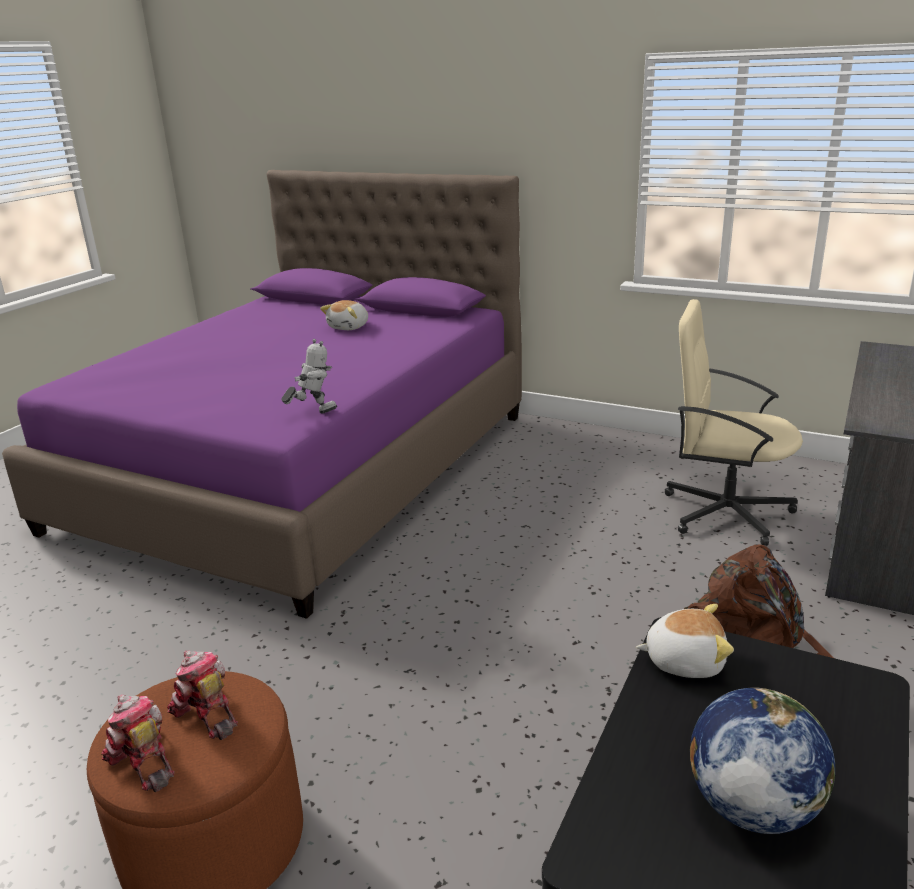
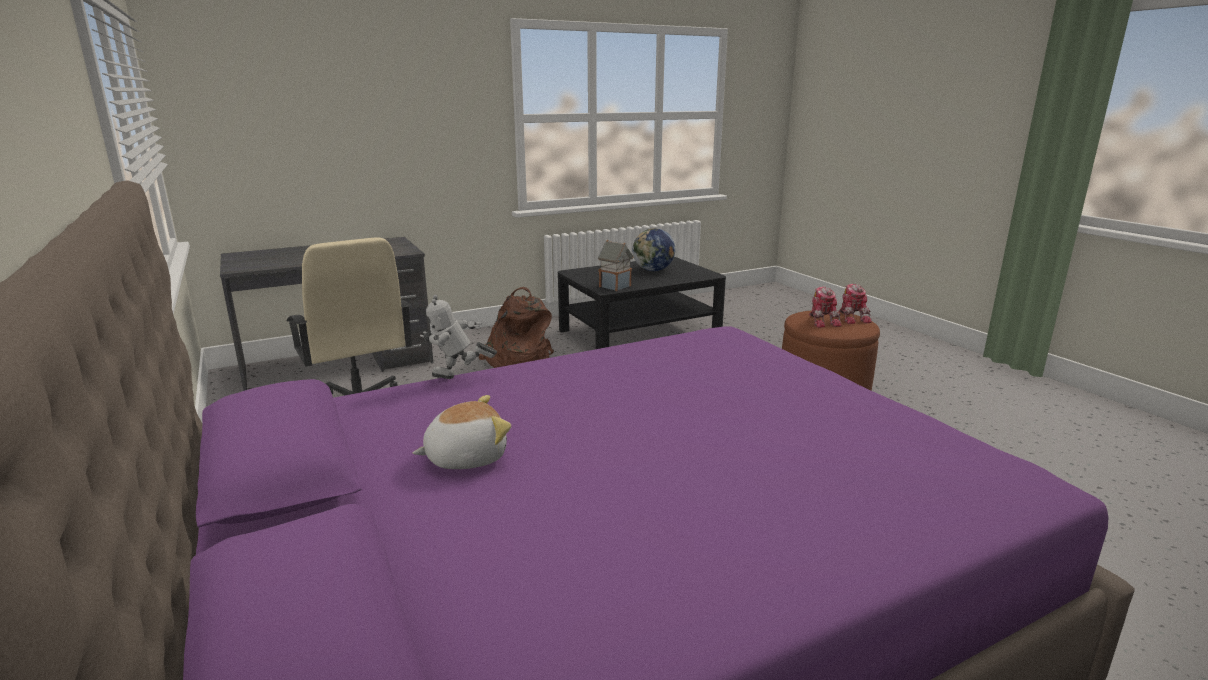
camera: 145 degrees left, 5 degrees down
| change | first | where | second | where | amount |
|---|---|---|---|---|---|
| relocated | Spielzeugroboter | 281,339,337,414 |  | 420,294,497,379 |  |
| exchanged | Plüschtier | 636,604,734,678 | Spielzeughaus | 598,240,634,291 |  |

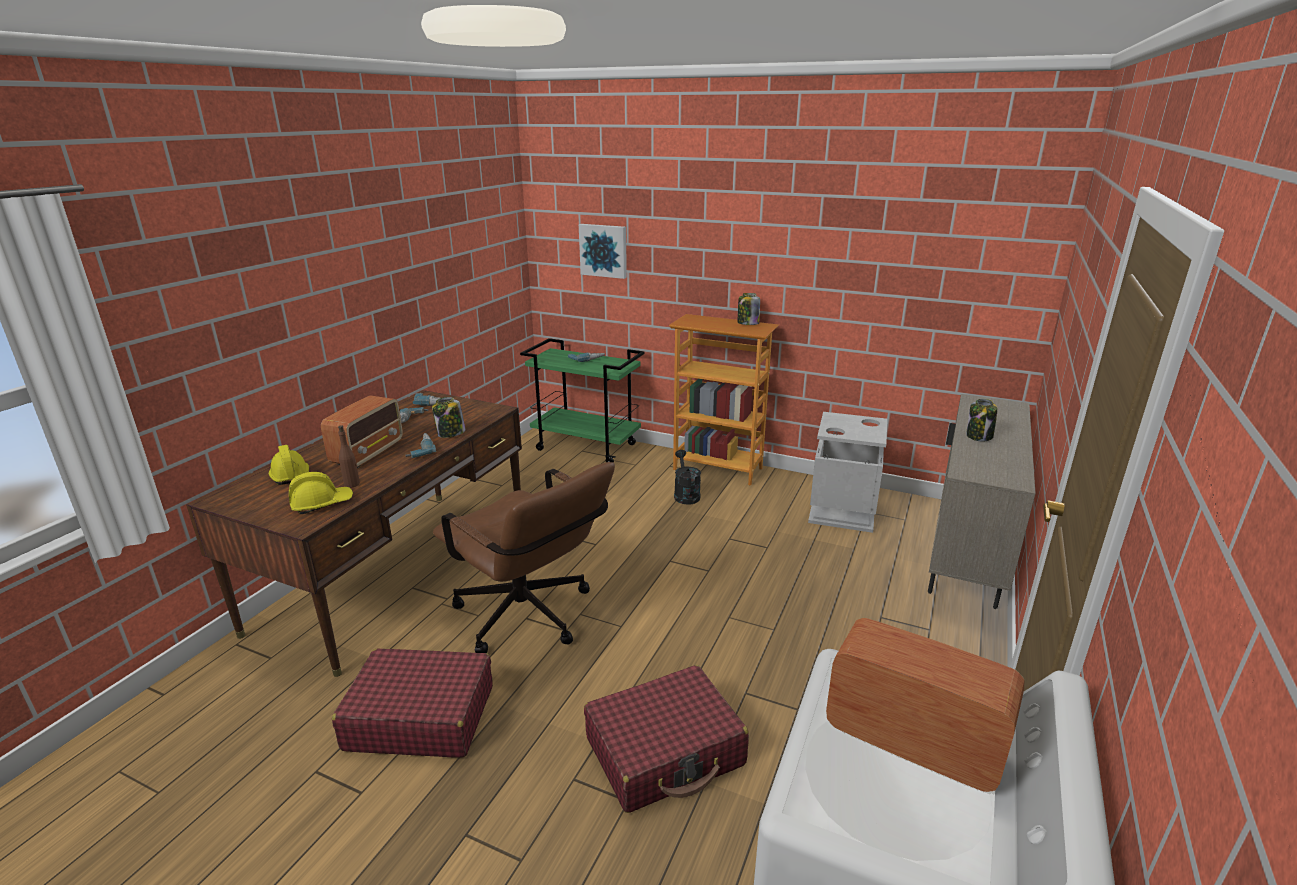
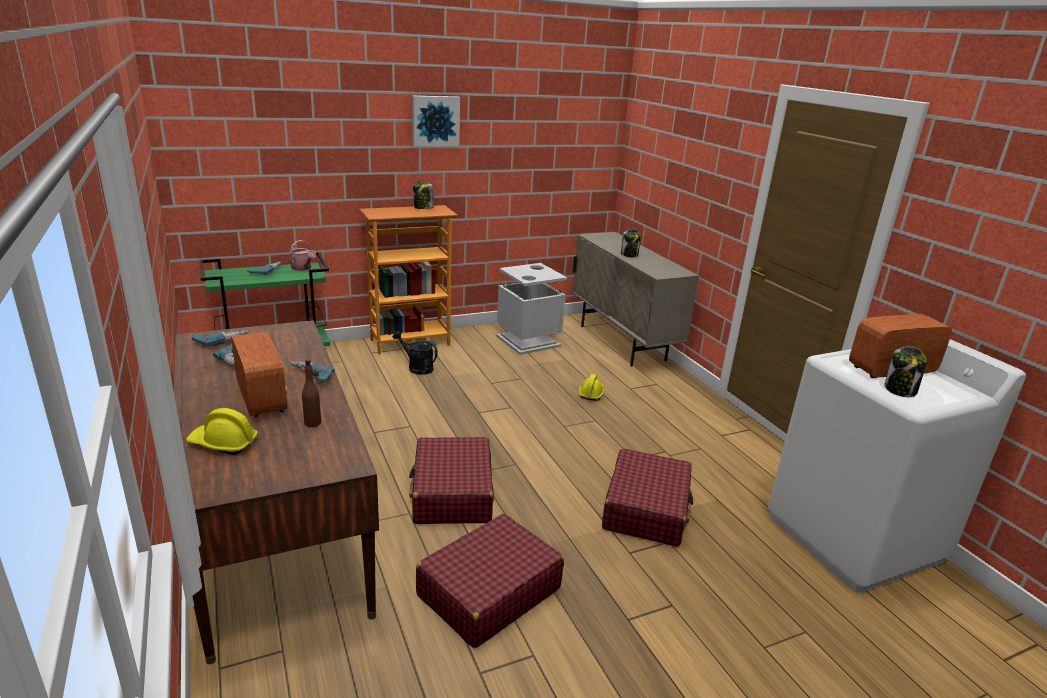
camera: 50 degrees left, 0 degrees up
| change | first | where | second | where | amount |
|---|---|---|---|---|---|
| appeared |  |  | Gießkanne | 290,240,316,271 |  |
| relocated | Schutzhelm [gelb] | 289,472,353,514 |  | 579,374,604,401 |  |
| relocated | Vorratsglas | 432,397,466,438 |  | 884,346,927,397 |  |
| relocated | Bild | 579,224,627,279 |  | 412,96,460,147 |  |
| exchanged | Bürostuhl [braun] | 433,462,615,653 | Koffer [rot] | 409,437,494,524 |  |

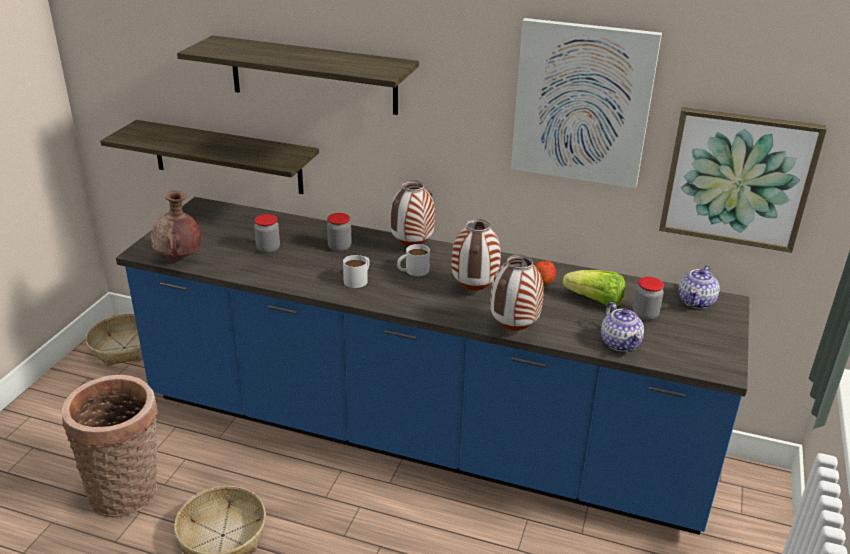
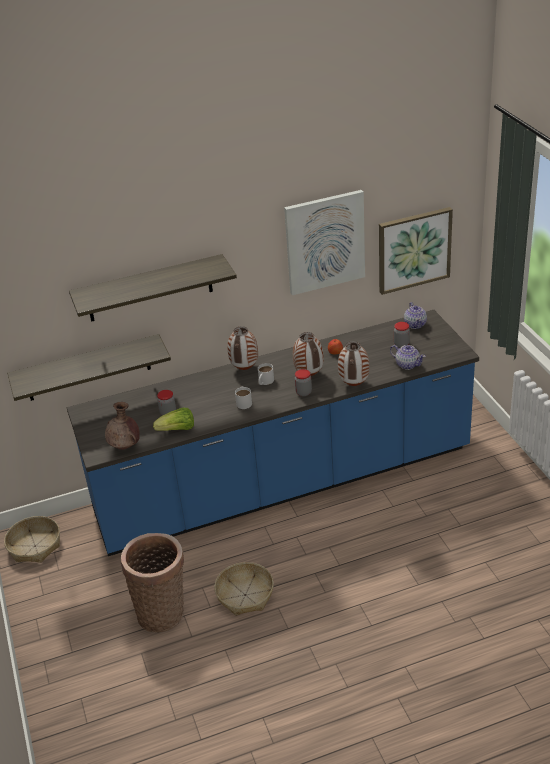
camera: 35 degrees left, 5 degrees up
| change | first | where | second | where | amount |
|---|---|---|---|---|---|
| relocated | Vorratsglas | 327,213,352,252 |  | 295,369,312,396 |  |
| relocated | Salatkopf | 562,270,625,307 |  | 153,408,194,431 |  |

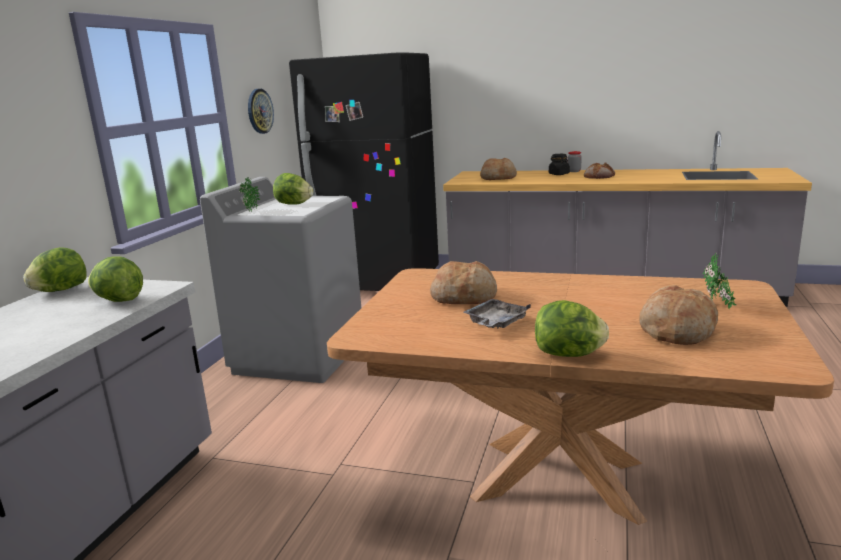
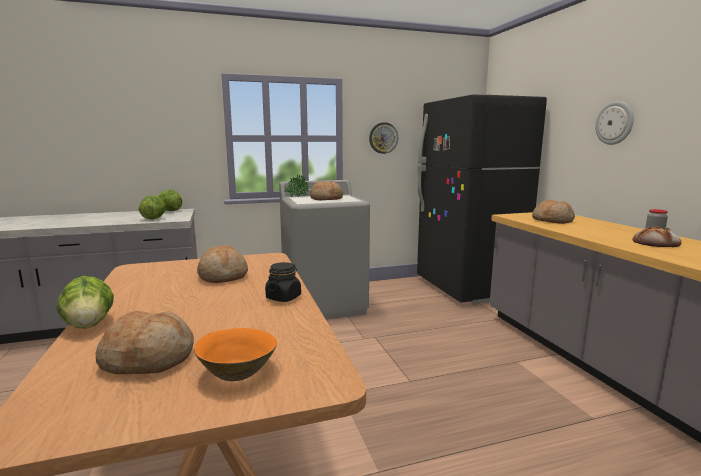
camera: 55 degrees right, 5 degrees down
| change | first | where | second | where | amount |
|---|---|---|---|---|---|
| missing | Tablett [grau] | 463,299,531,329 |  |  |  |
| appeared |  |  | Wanduhr | 595,101,634,145 |  |
| relocated | Vorratsglas [schwarz] | 549,154,570,175 |  | 265,262,301,302 |  |
| exchanged | Salatkopf | 273,173,313,205 | Brot | 310,181,343,200 |  |
| exchanged | Topfpflanze | 703,253,736,309 | Schüssel [orange] | 194,328,277,381 |  |

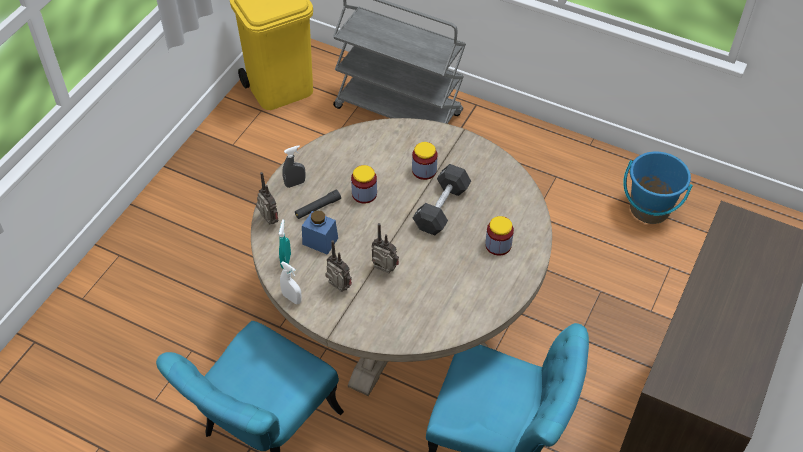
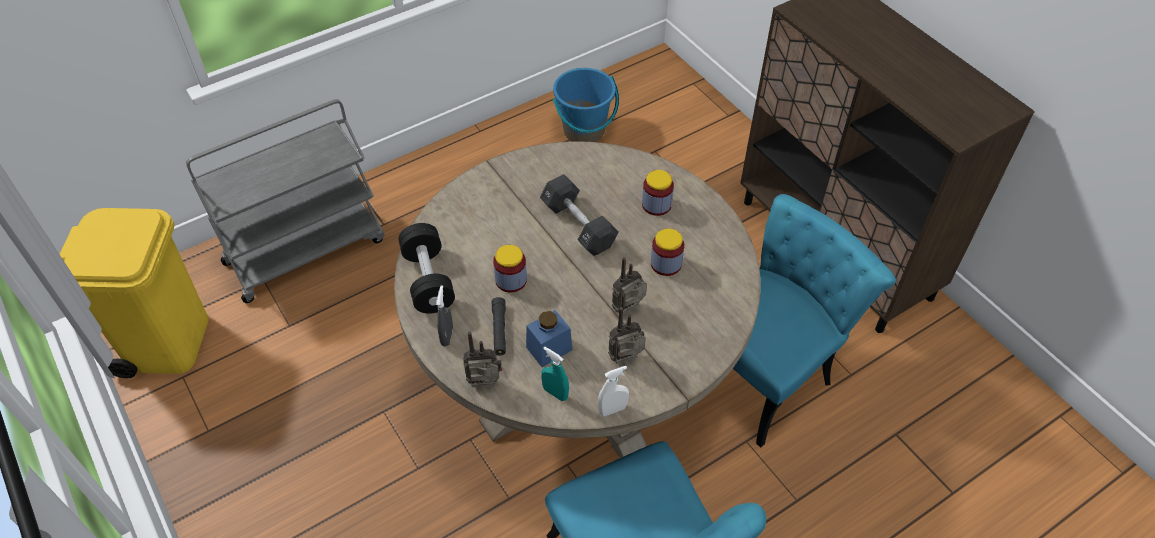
camera: 60 degrees left, 0 degrees up
| change | first | where | second | where | amount |
|---|---|---|---|---|---|
| appeared |  |  | Hantel [schwarz] | 399,223,455,313 |  |
| relocated | Vorratsglas | 412,142,438,180 |  | 651,228,684,276 |  |

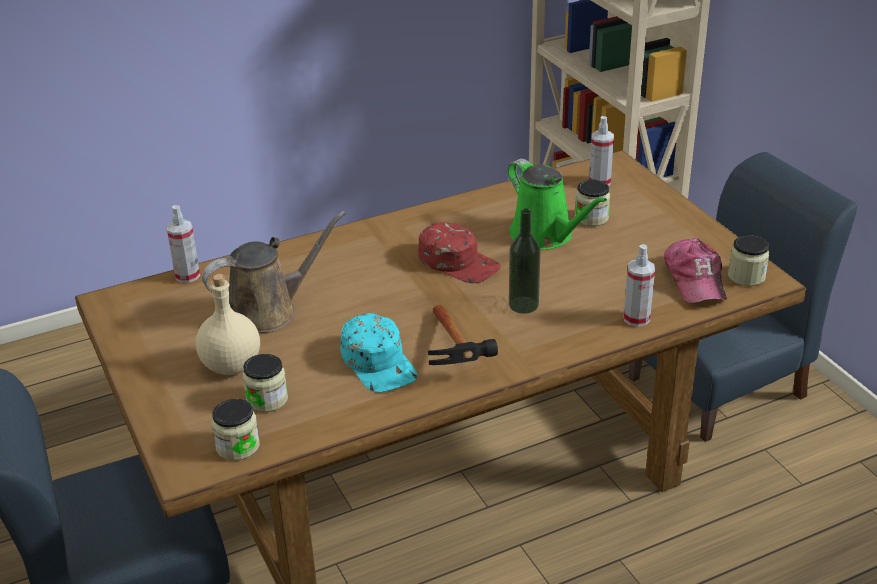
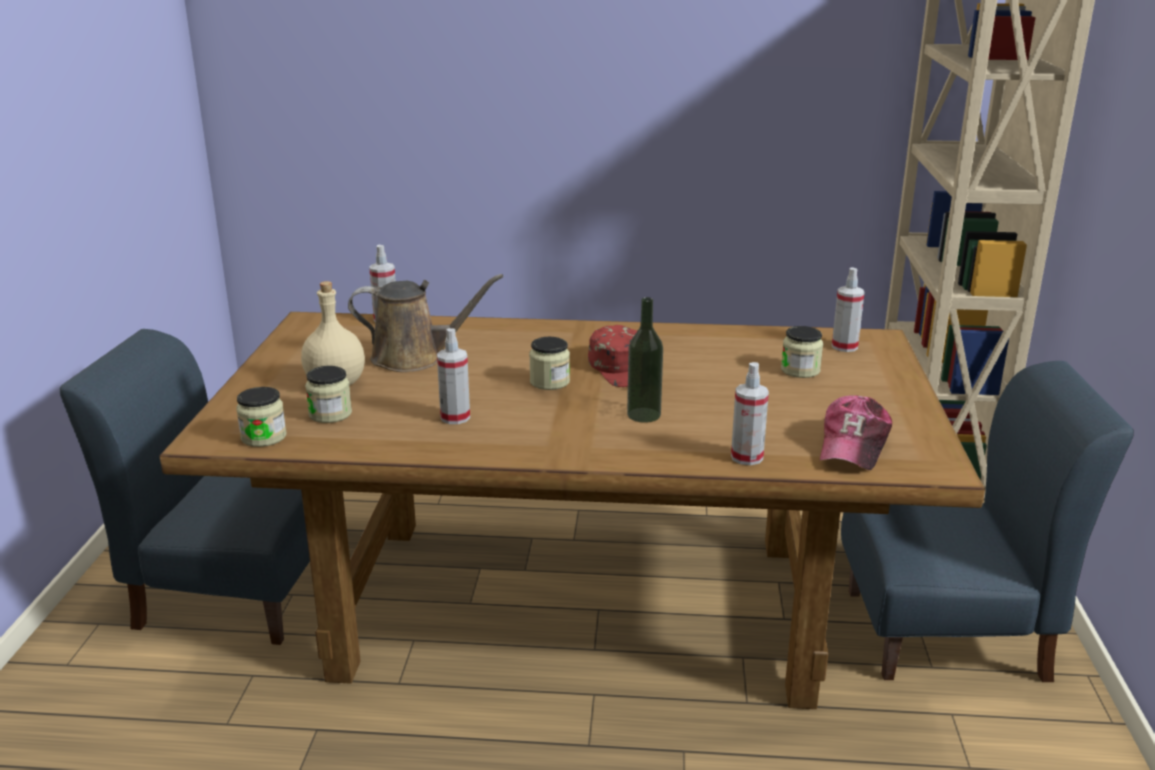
camera: 30 degrees right, 10 degrees down
| change | first | where | second | where | amount |
|---|---|---|---|---|---|
| missing | Hammer | 428,305,498,365 |  |  |  |
| missing | Gießkanne [grün] | 508,159,607,250 |  |  |  |
| relocated | Vorratsglas | 728,235,769,286 |  | 529,337,570,390 |  |
| exchanged | Kappe [türkis] | 340,313,417,393 | Sprühflasche | 437,328,470,424 |  |

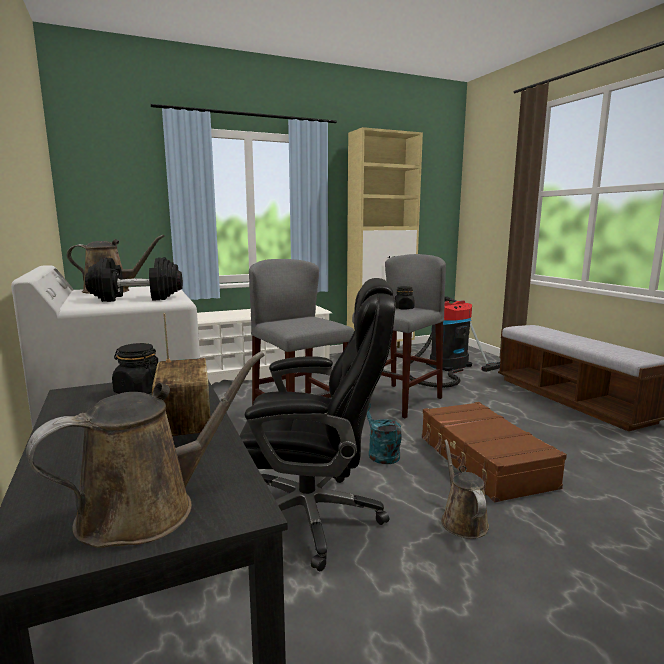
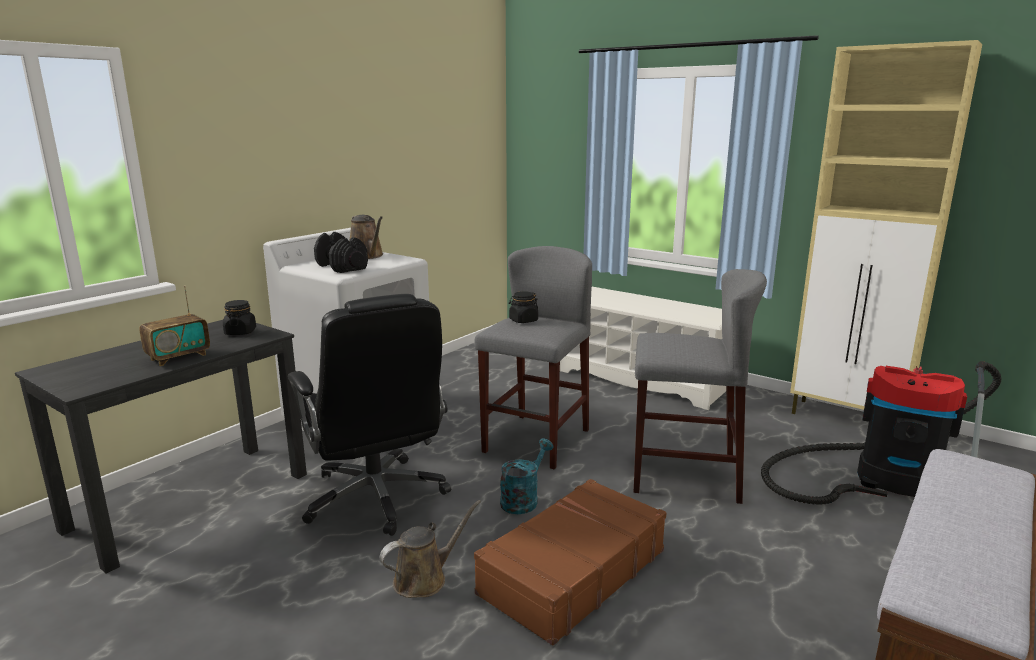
camera: 60 degrees right, 5 degrees up
| change | first | where | second | where | amount |
|---|---|---|---|---|---|
| missing | Gießkanne [braun] | 26,352,264,548 |  |  |  |
| relocated | Vorratsglas [schwarz] | 395,286,415,310 |  | 509,291,538,323 |  |

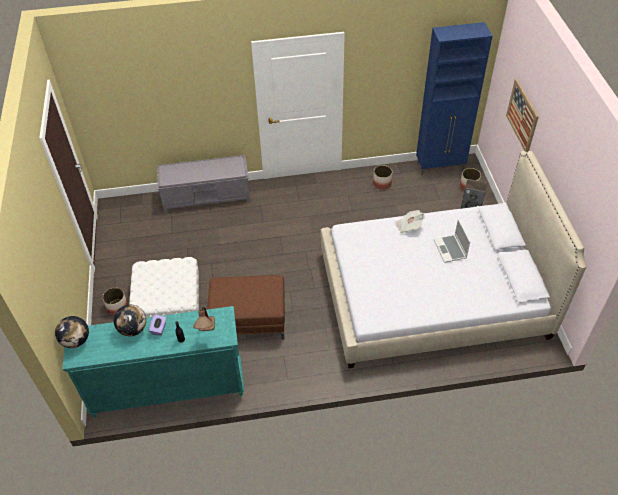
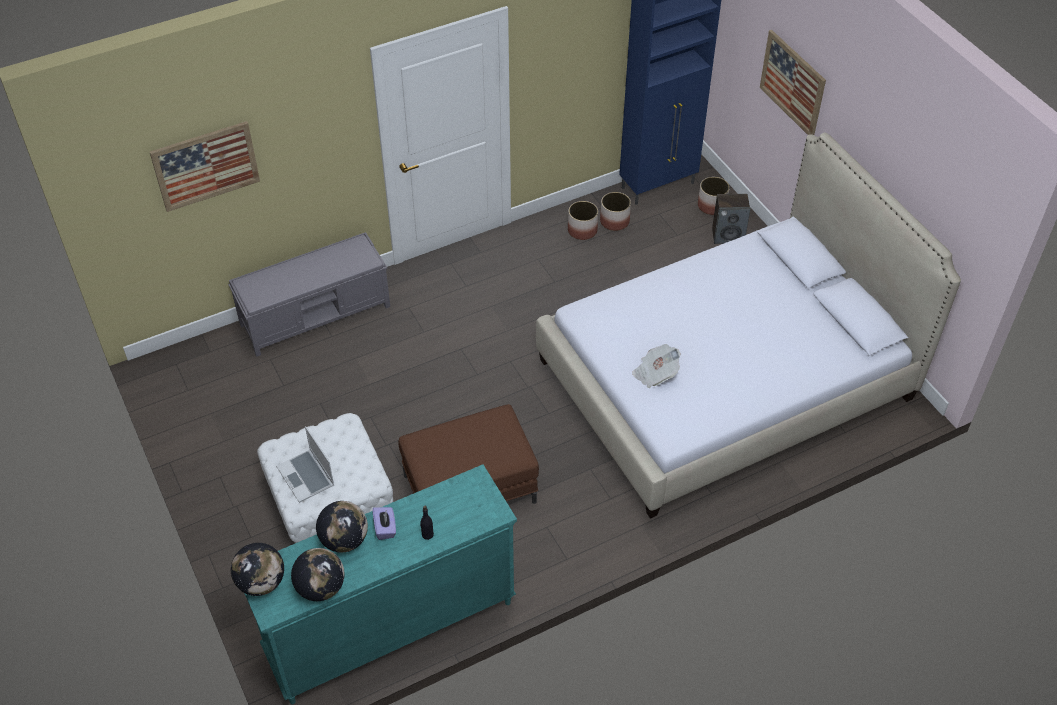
camera: 20 degrees left, 0 degrees up
| change | first | where | second | where | amount |
|---|---|---|---|---|---|
| missing | Tischlampe | 193,307,215,331 |  |  |  |
| appeared |  |  | Bild | 150,121,260,212 |  |
| appeared |  |  | Globus | 291,548,345,601 |  |
| relocated | Pflanzkübel | 102,287,128,316 |  | 600,192,631,231 |  |
| relocated | Zeitung | 395,210,425,233 |  | 632,344,681,388 |  |
| relocated | Laptop | 433,219,470,263 |  | 276,426,334,503 |  |

